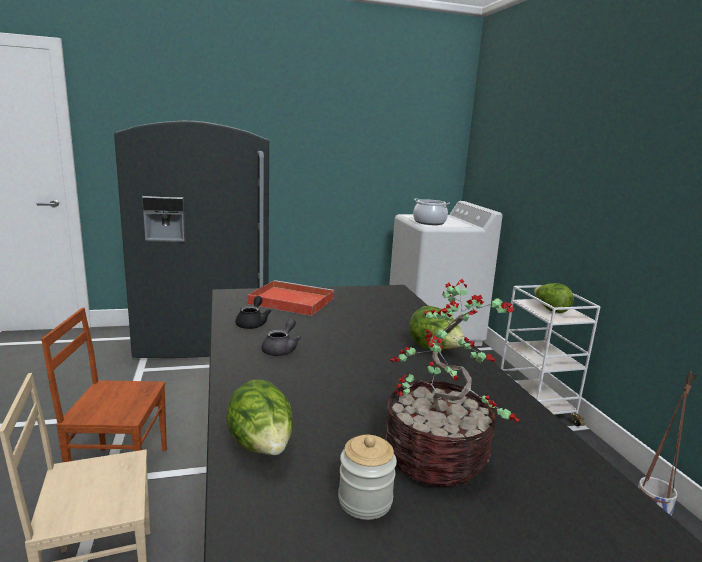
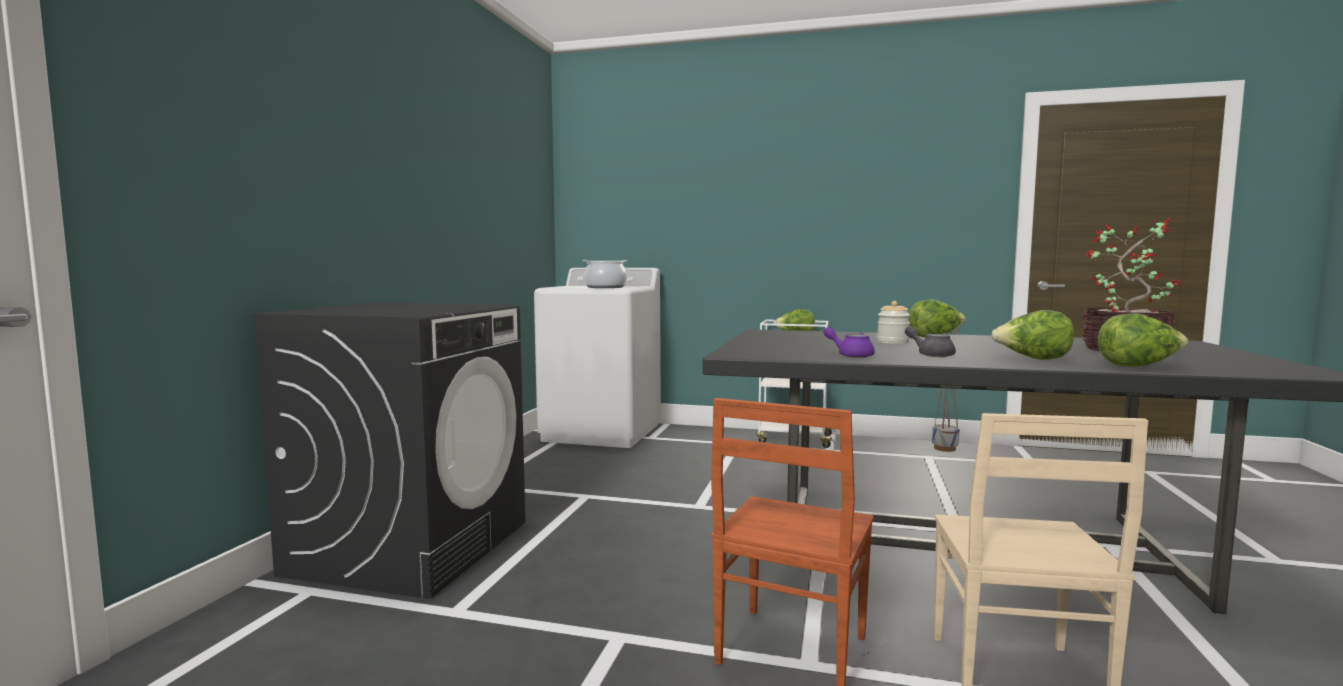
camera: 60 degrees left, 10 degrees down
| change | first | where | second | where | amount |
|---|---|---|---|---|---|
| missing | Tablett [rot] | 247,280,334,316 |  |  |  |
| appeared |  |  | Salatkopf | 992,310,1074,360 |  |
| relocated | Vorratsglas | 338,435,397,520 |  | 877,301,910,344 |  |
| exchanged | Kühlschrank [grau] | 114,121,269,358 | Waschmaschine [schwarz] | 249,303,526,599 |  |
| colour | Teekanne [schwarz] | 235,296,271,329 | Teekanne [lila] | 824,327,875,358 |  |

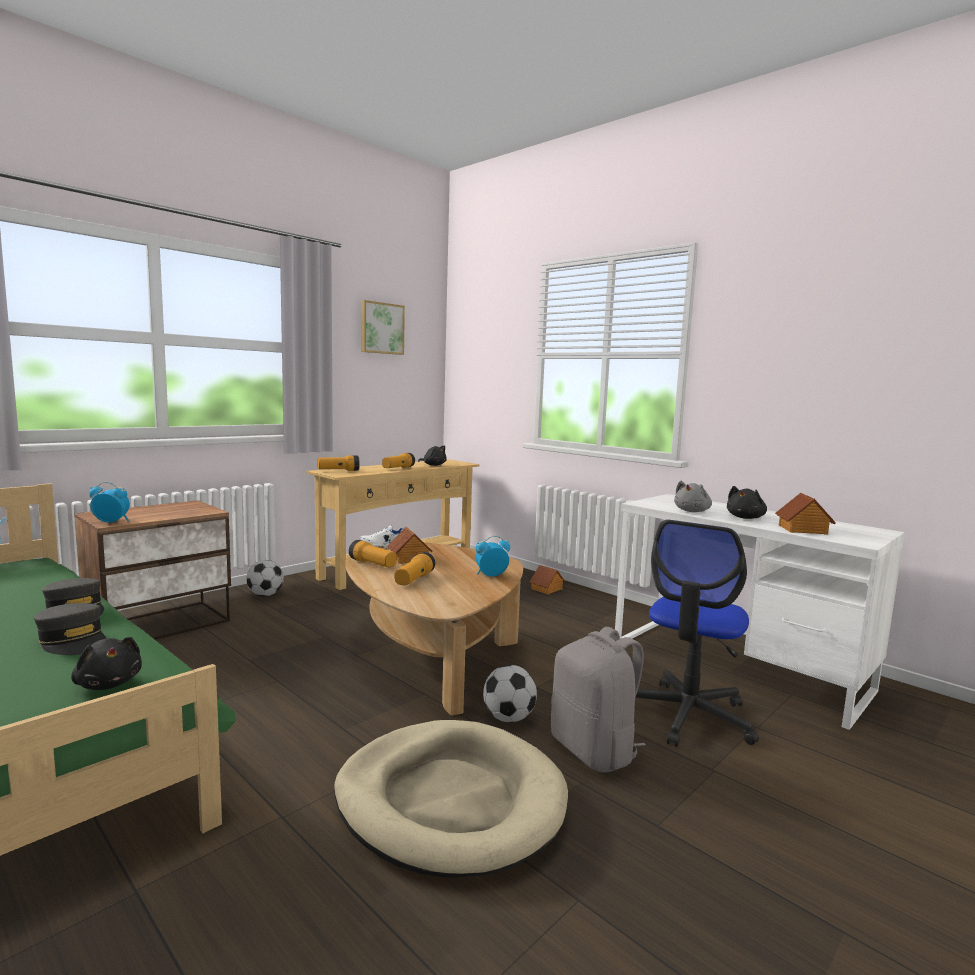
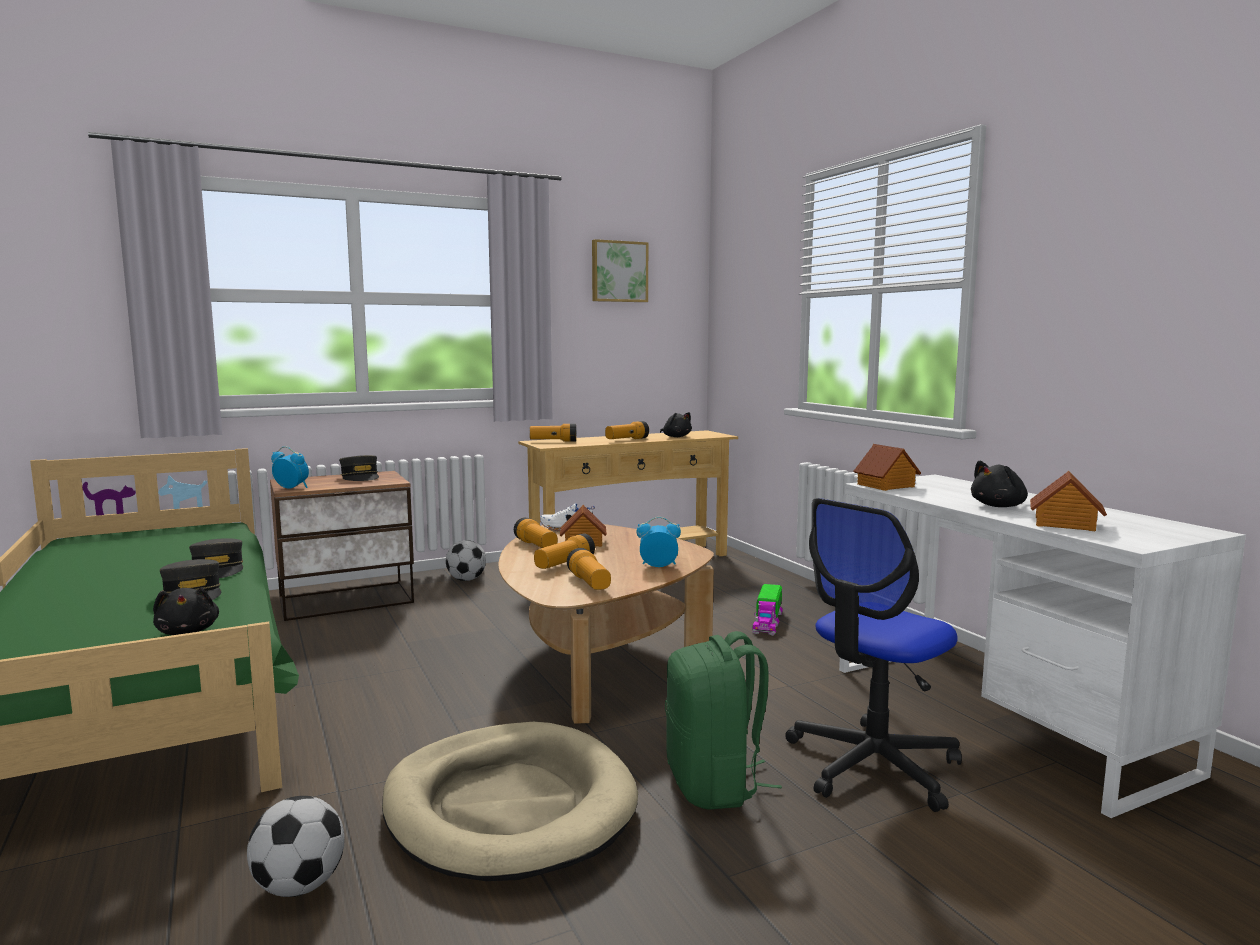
camera: 20 degrees right, 0 degrees up
| change | first | where | second | where | amount |
|---|---|---|---|---|---|
| missing | Plüschtier [grau] | 674,481,712,512 |  |  |  |
| appeared |  |  | Kappe [grau] | 339,455,379,481 |  |
| appeared |  |  | Taschenlampe | 567,548,611,590 |  |
| appeared |  |  | Spielzeuglaster | 752,584,783,636 |  |
| relocated | Fußball | 483,665,537,723 |  | 247,796,345,897 |  |
| relocated | Spielzeughaus | 530,565,565,595 |  | 854,444,921,491 |  |
| colour | Rucksack [grau] | 551,627,646,773 | Rucksack [grün] | 665,631,782,810 |  |

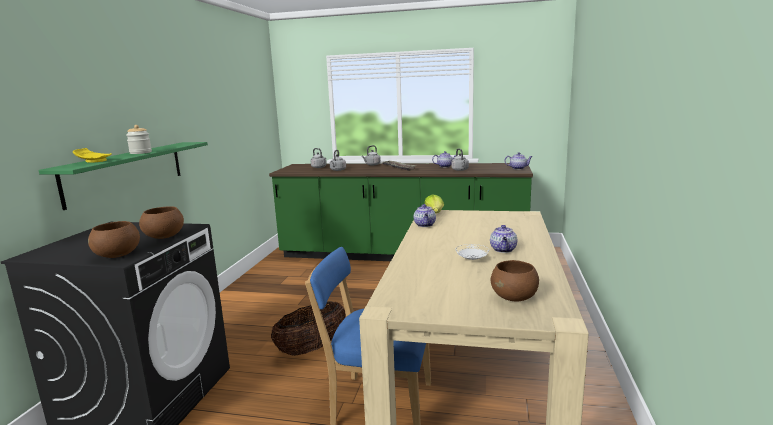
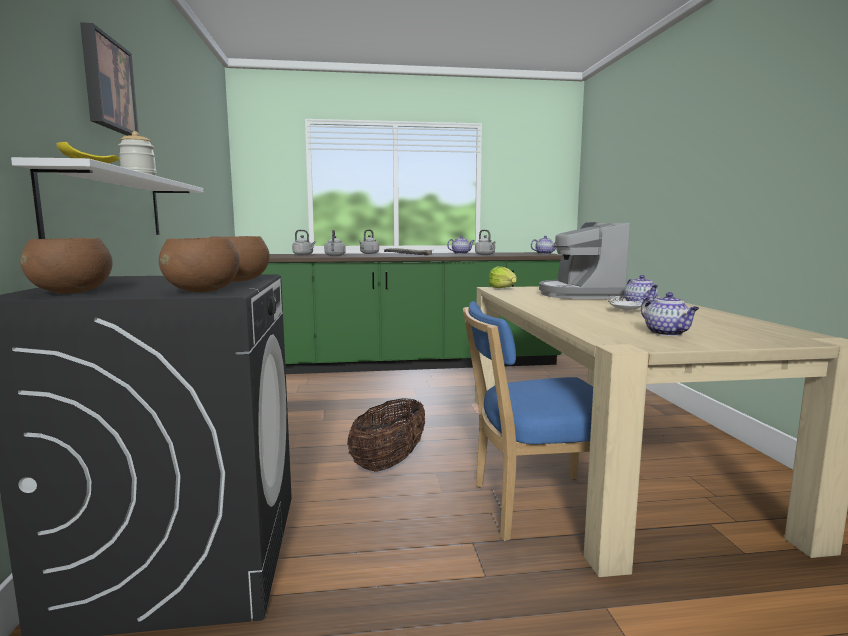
camera: 20 degrees left, 5 degrees down
| change | first | where | second | where | amount |
|---|---|---|---|---|---|
| appeared |  |  | Bild | 80,22,139,136 |  |
| appeared |  |  | Kaffeemaschine | 539,222,630,299 |  |
| relocated | Teekanne | 414,204,436,227 |  | 641,292,699,336 |  |
| relocated | Schüssel [braun] | 491,260,539,302 |  | 20,238,112,294 |  |
| colour | Wandregal [grün] | 38,142,208,210 | Wandregal [weiß] | 11,157,203,239 |  |

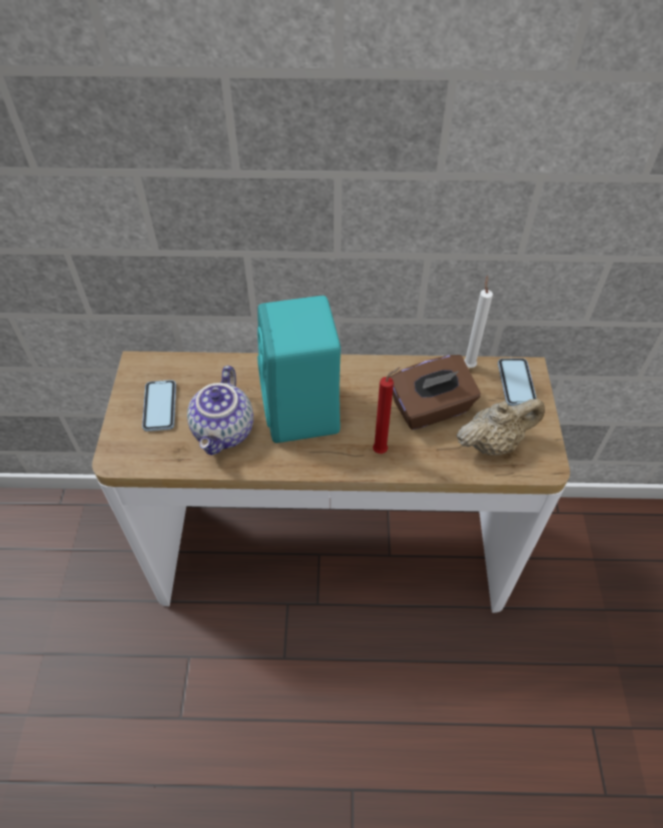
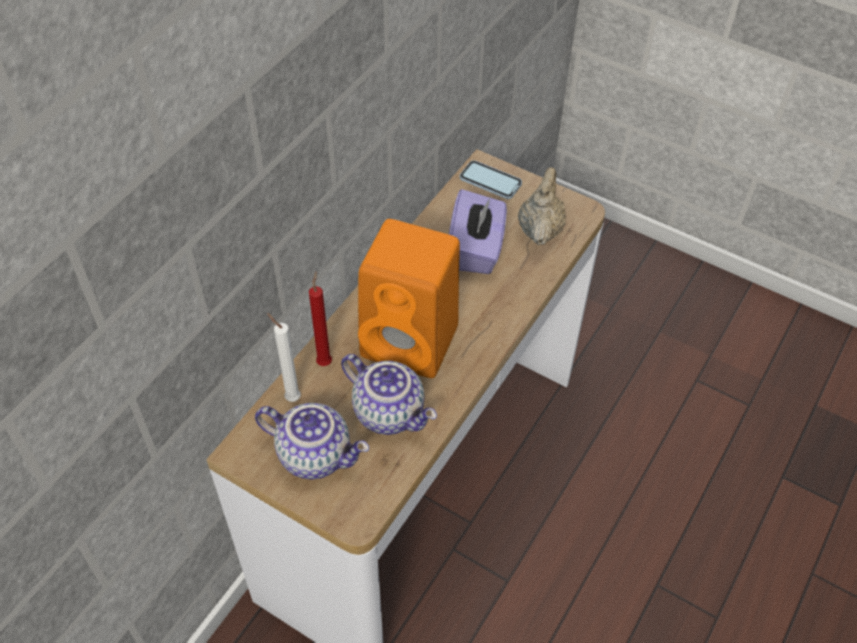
camera: 60 degrees left, 0 degrees up
| change | first | where | second | where | amount |
|---|---|---|---|---|---|
| relocated | Kerze [rot] | 373,367,400,454 |  | 309,272,332,366 |  |
| relocated | Kerze [weiß] | 464,275,493,368 |  | 267,313,301,402 |  |
| exchanged | Handy | 142,380,176,431 | Teekanne | 255,403,369,479 |  |
| colour | Lautsprecher [türkis] | 257,296,341,443 | Lautsprecher [orange] | 358,219,460,378 |  |
| colour | Taschentuchbox [braun] | 390,355,481,430 | Taschentuchbox [lila] | 449,189,507,274 |  |

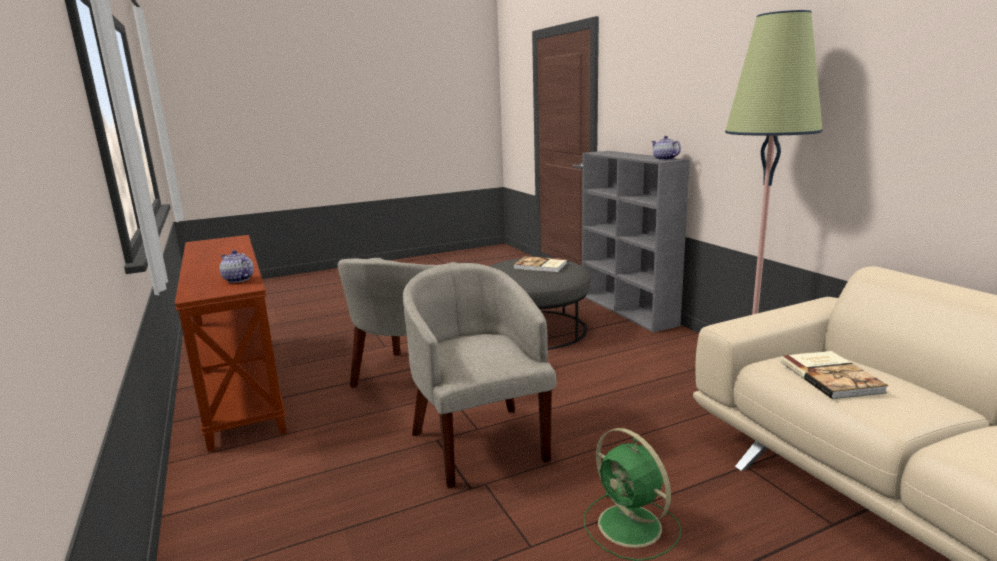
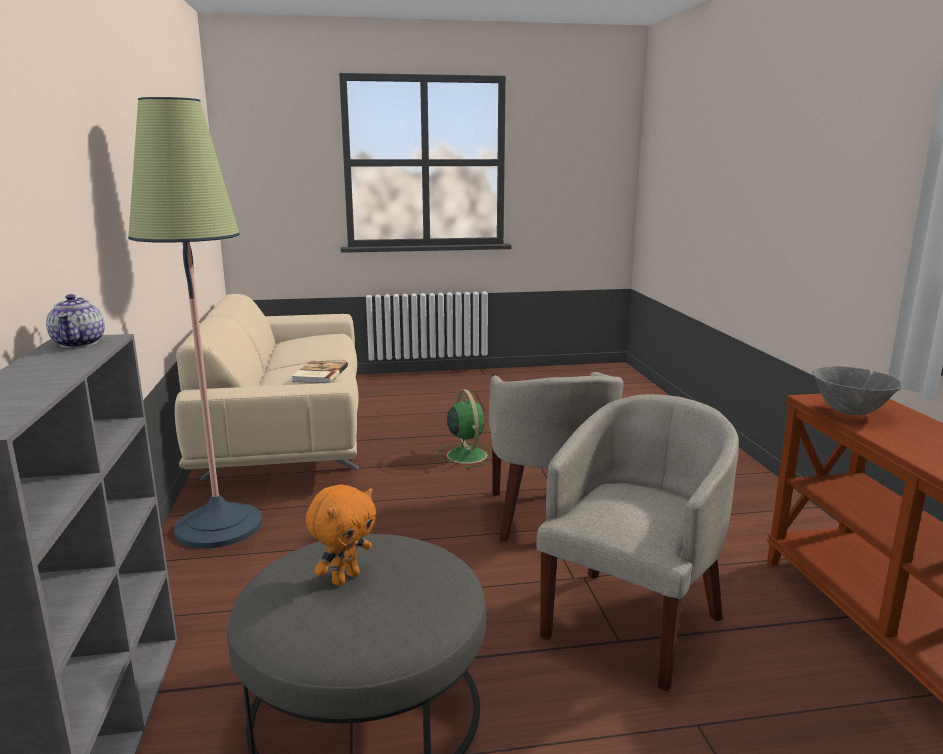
camera: 165 degrees left, 0 degrees up
| change | first | where | second | where | amount |
|---|---|---|---|---|---|
| exchanged | Teekanne | 220,250,254,283 | Schüssel [grau] | 812,366,902,415 |  |
| exchanged | Buch | 513,256,568,272 | Plüschtier [orange] | 306,484,376,586 |  |

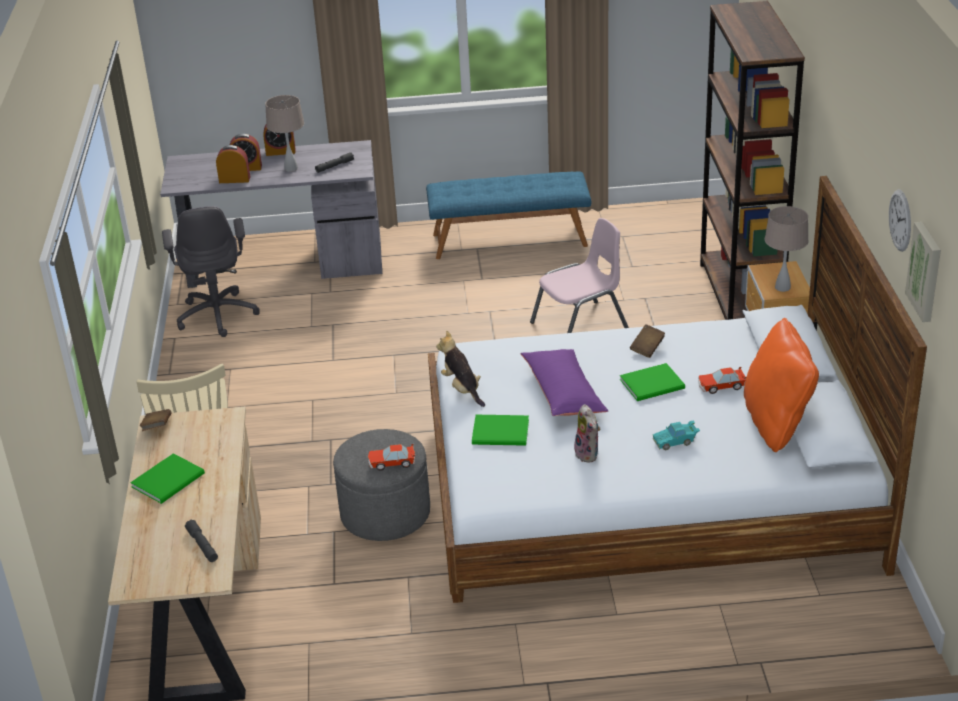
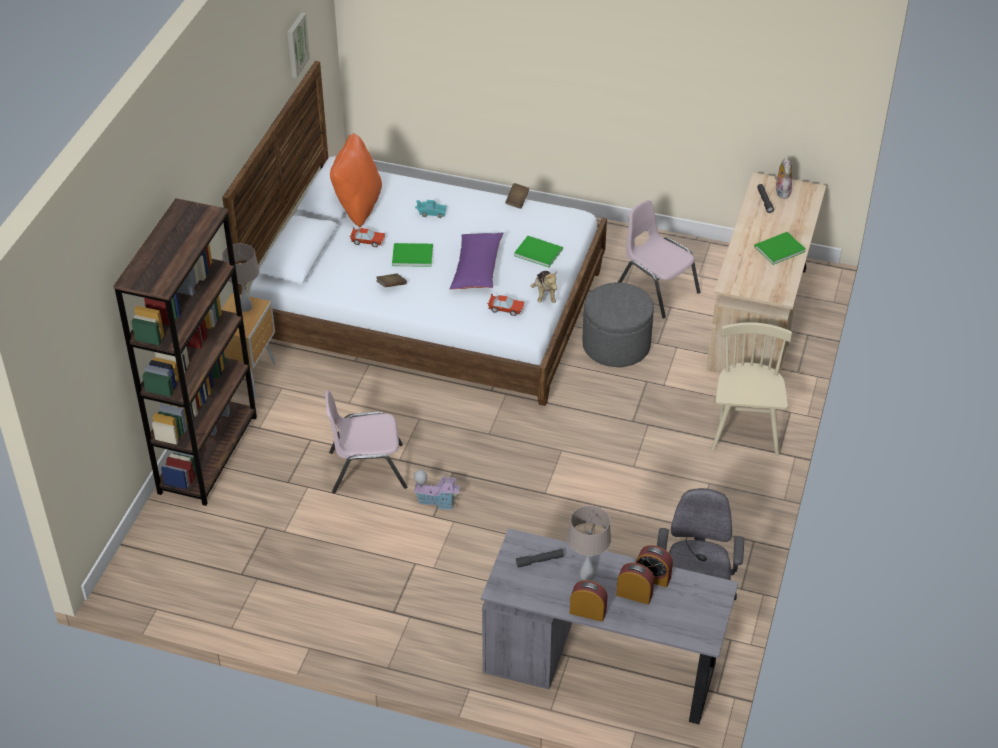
camera: 160 degrees left, 10 degrees up
| change | first | where | second | where | amount |
|---|---|---|---|---|---|
| missing | Bank [blau] | 426,172,591,259 |  |  |  |
| missing | Wanduhr | 889,189,911,252 |  |  |  |
| appeared |  |  | Spielzeughaus | 414,470,460,510 |  |
| appeared |  |  | Stuhl [rosa] | 618,200,700,318 |  |
| relocated | Buch [braun] | 140,409,171,431 |  | 505,183,530,209 |  |
| relocated | Spielzeugauto | 368,444,415,471 |  | 487,294,524,316 |  |
| relocated | Plüschtier | 574,404,600,463 |  | 775,158,792,199 |  |

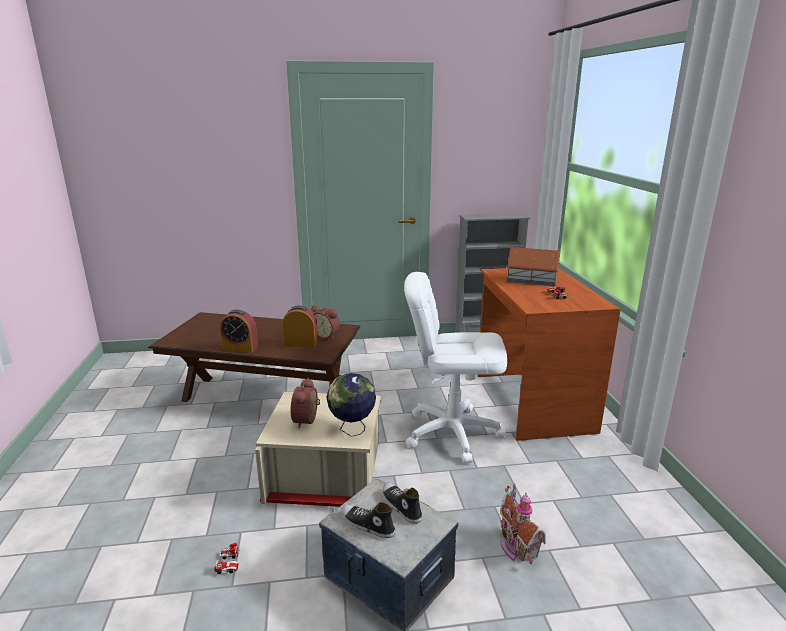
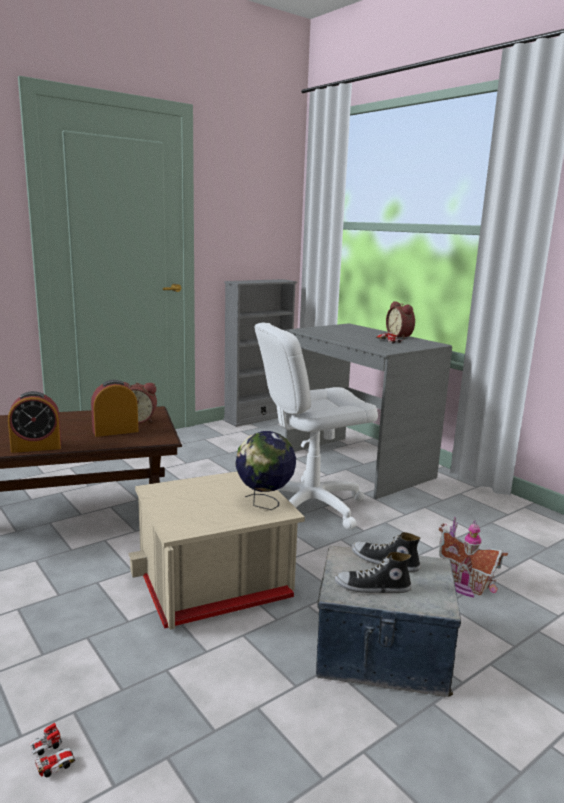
camera: 30 degrees left, 5 degrees down
| change | first | where | second | where | amount |
|---|---|---|---|---|---|
| missing | Spielzeughaus | 506,247,560,286 |  |  |  |
| relocated | Spielzeugauto | 214,543,239,574 |  | 30,723,75,778 |  |
| relocated | Wecker | 291,378,320,428 |  | 386,302,415,339 |  |
| colour | Schreibtisch [braun] | 477,268,621,441 | Schreibtisch [grau] | 285,323,452,499 |  |

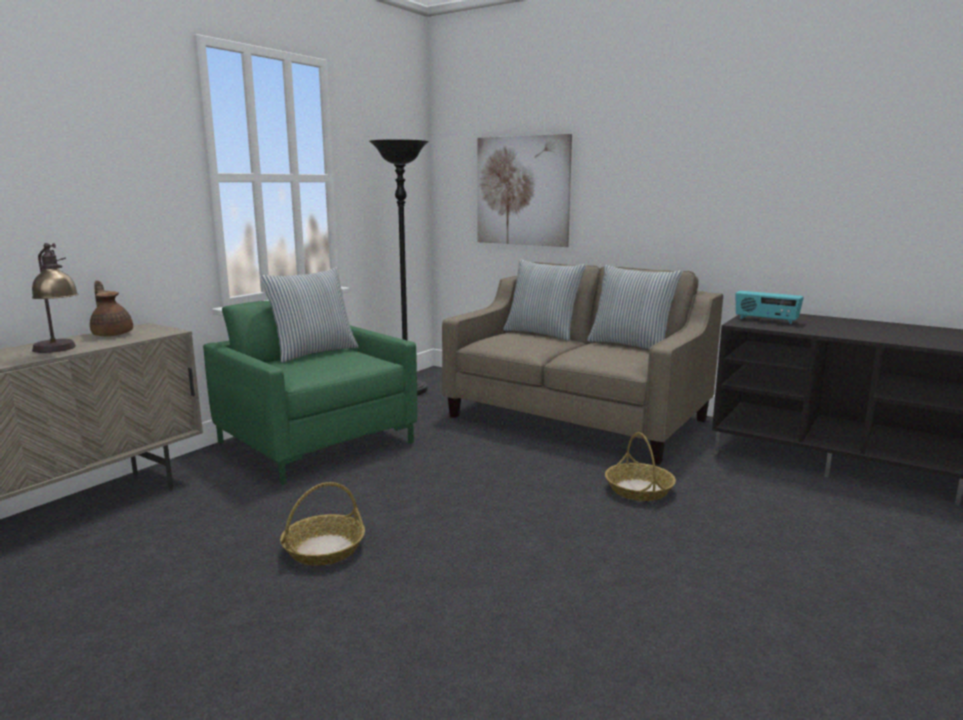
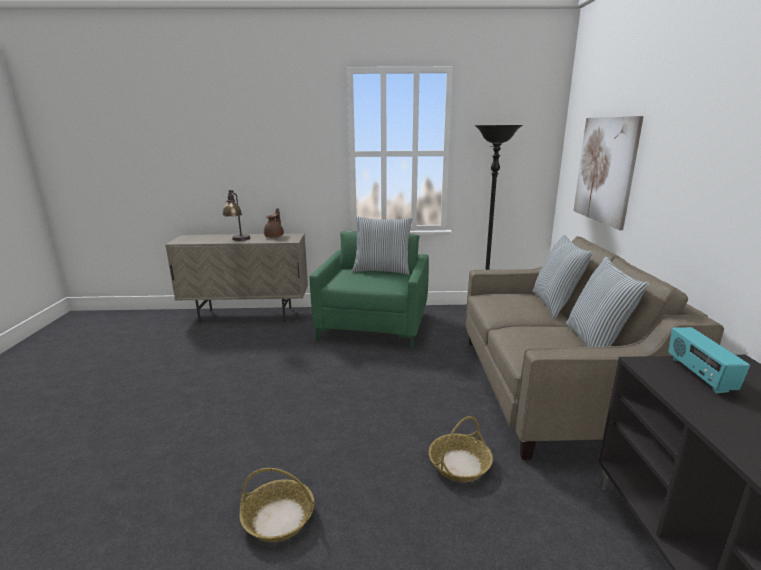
camera: 55 degrees right, 5 degrees up
| change | first | where | second | where | amount |
|---|---|---|---|---|---|
| relocated | Korb | 280,482,365,566 |  | 239,468,315,542 |  |

